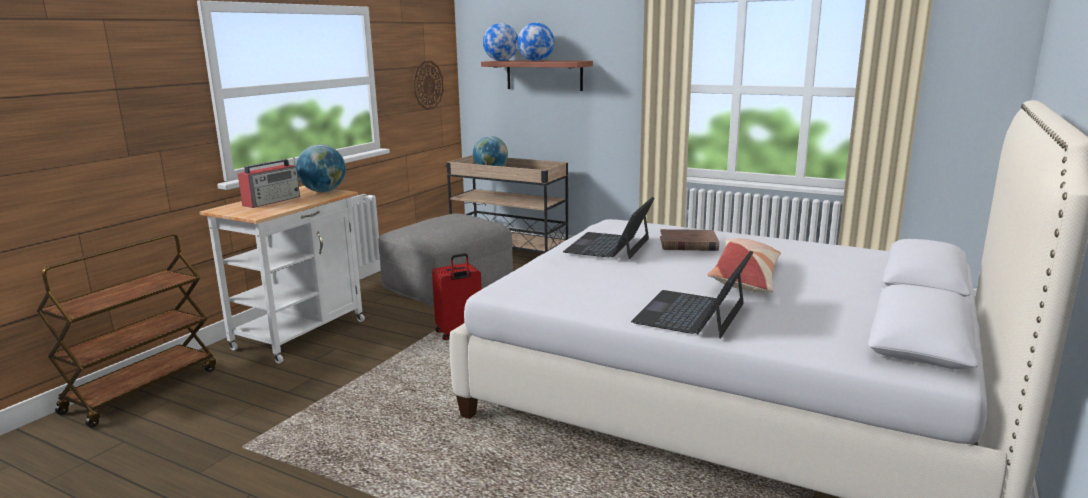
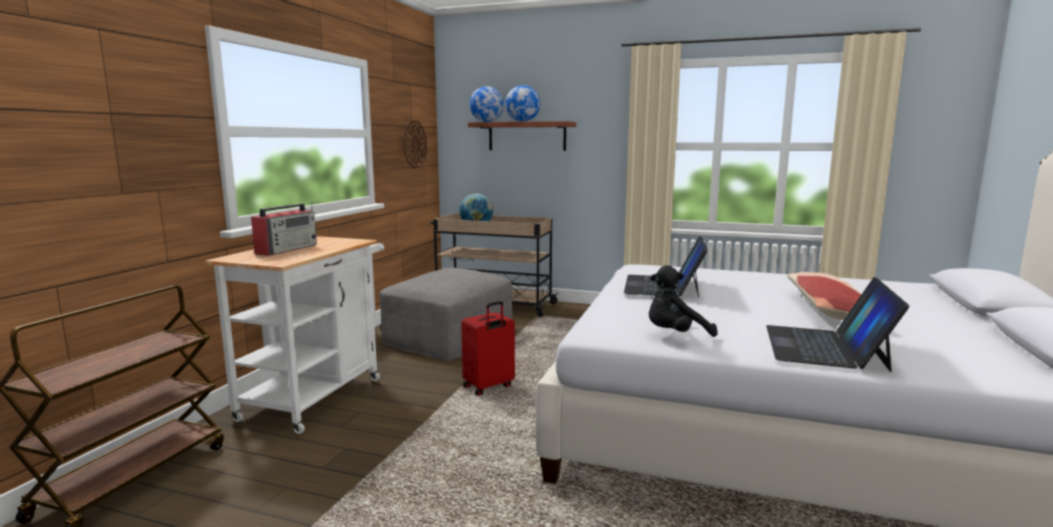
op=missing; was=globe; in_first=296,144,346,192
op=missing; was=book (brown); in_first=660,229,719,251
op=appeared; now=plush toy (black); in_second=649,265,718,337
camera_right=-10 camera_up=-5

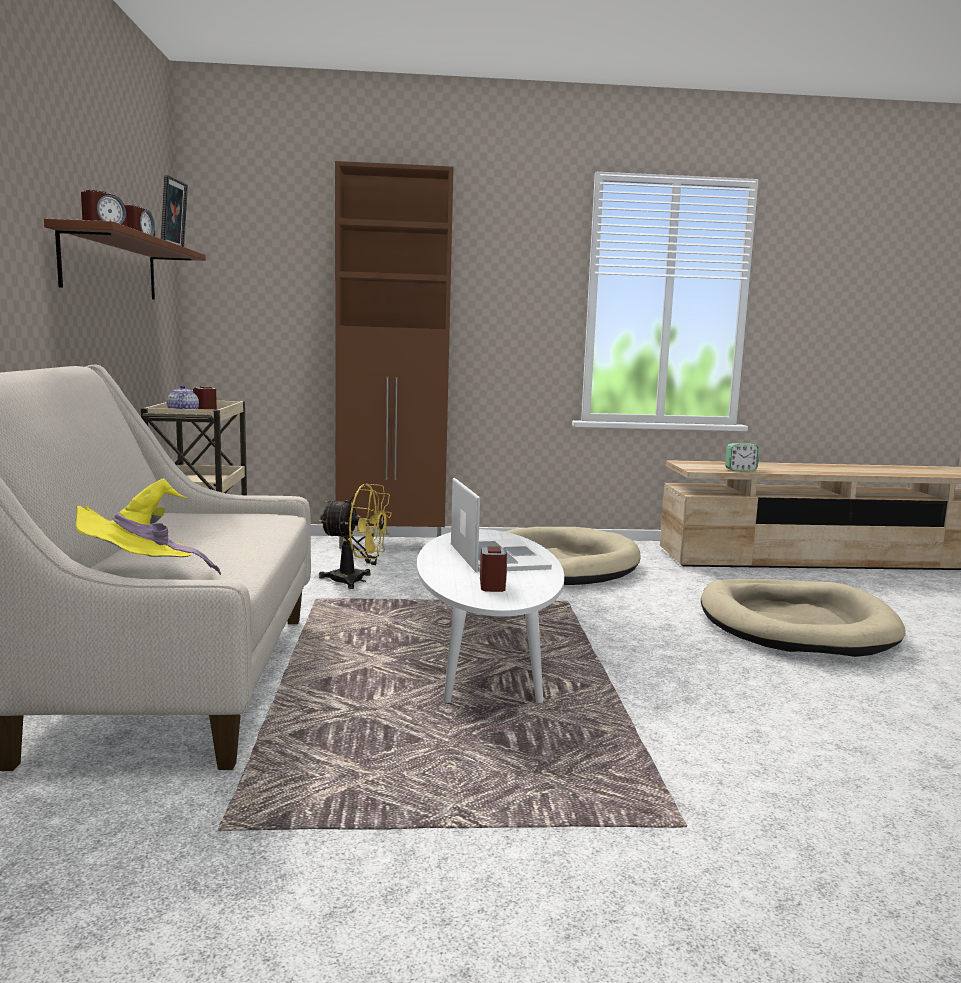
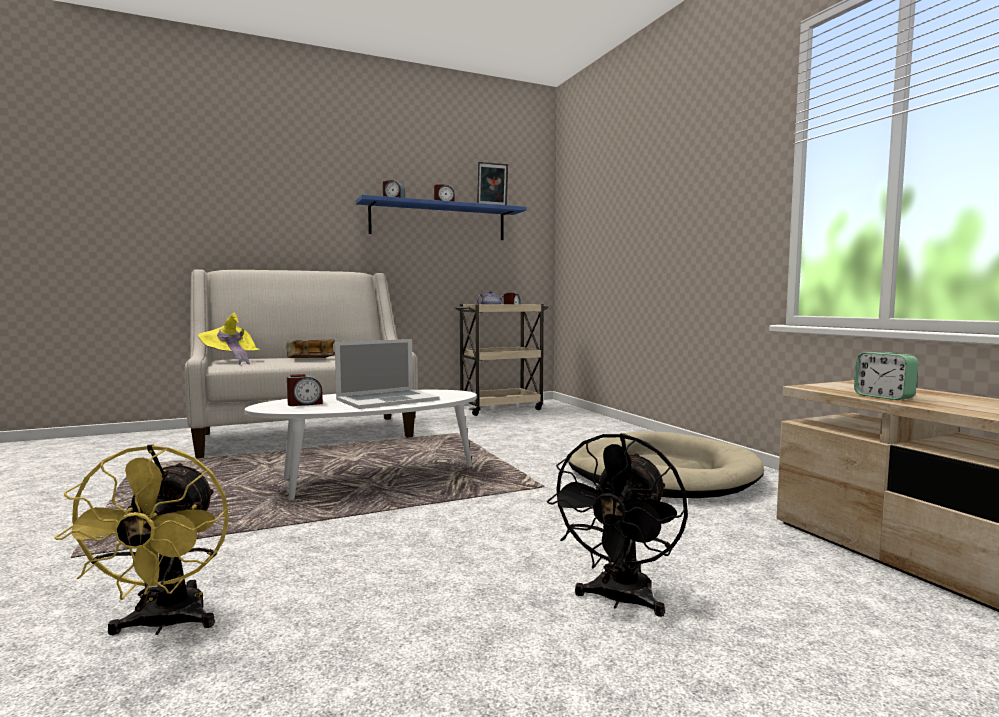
op=missing; was=cabinet (brown); in_first=335,161,453,549
op=appeared; now=book; in_second=286,339,335,358
op=relocated; was=fan (yellow); in_first=319,483,392,589; in_second=55,444,229,635
op=exchanged; was=dog bed (beige); now=fan (black); in_first=701,579,906,657; in_second=547,433,688,617
op=colour; was=shelf (brown); now=shelf (blue); in_first=44,219,206,300; in_second=356,195,526,240
camera_right=70 camera_up=-5

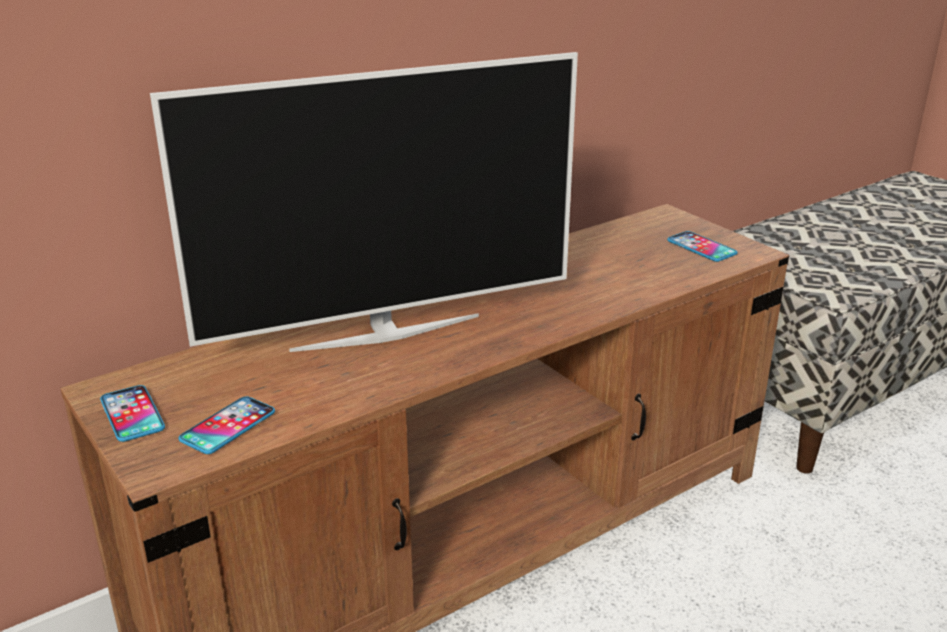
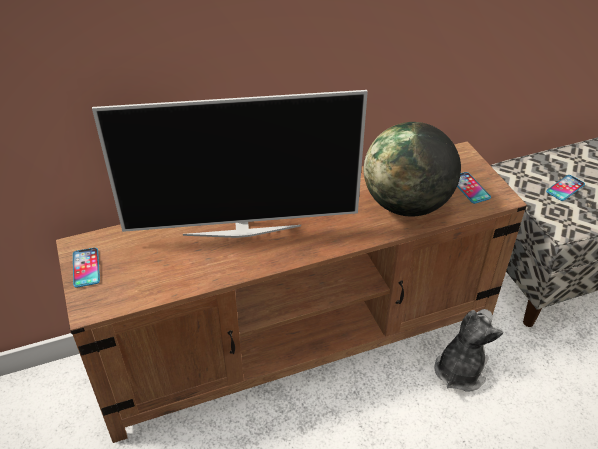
op=appeared; now=globe; in_second=364,122,461,217
op=appeared; now=plush toy; in_second=434,309,503,392
op=relocated; was=phone; in_first=179,396,275,454; in_second=546,175,585,201
camera_right=15 camera_up=15

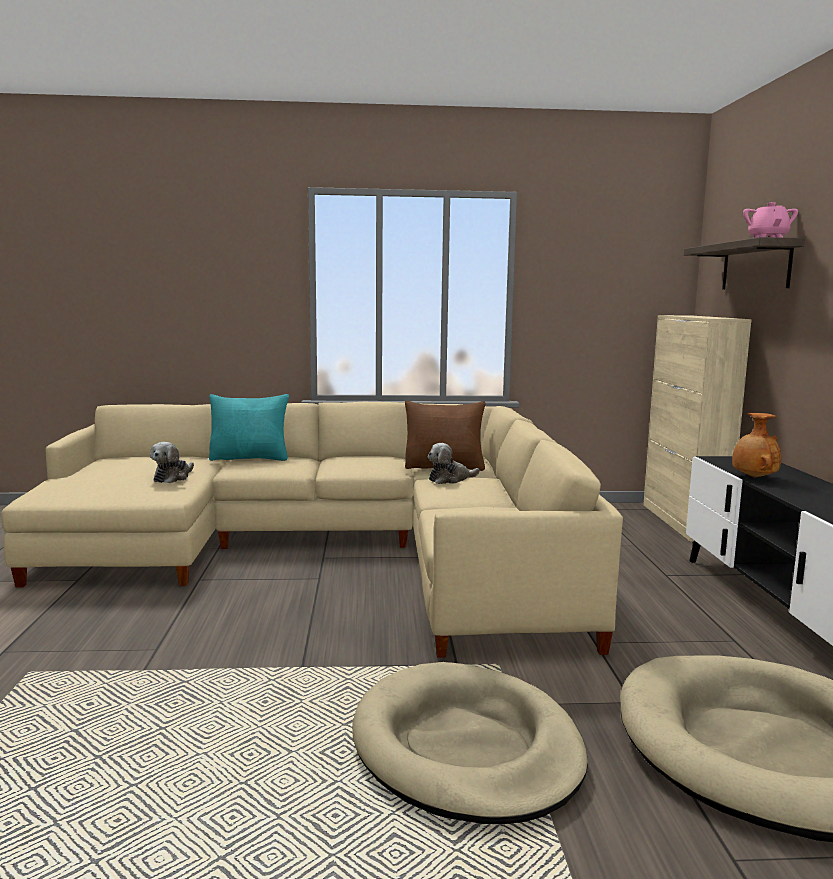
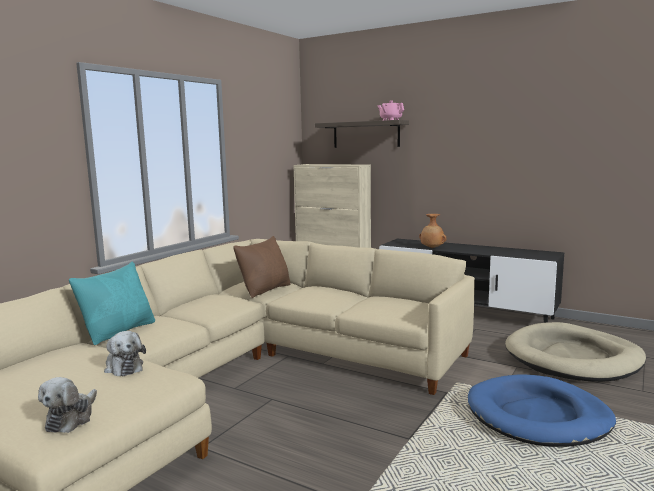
op=relocated; was=plush toy; in_first=428,443,480,484; in_second=38,377,97,433
op=colour; was=dog bed (beige); now=dog bed (blue); in_first=352,662,588,824; in_second=468,374,616,447
camera_right=-55 camera_up=0

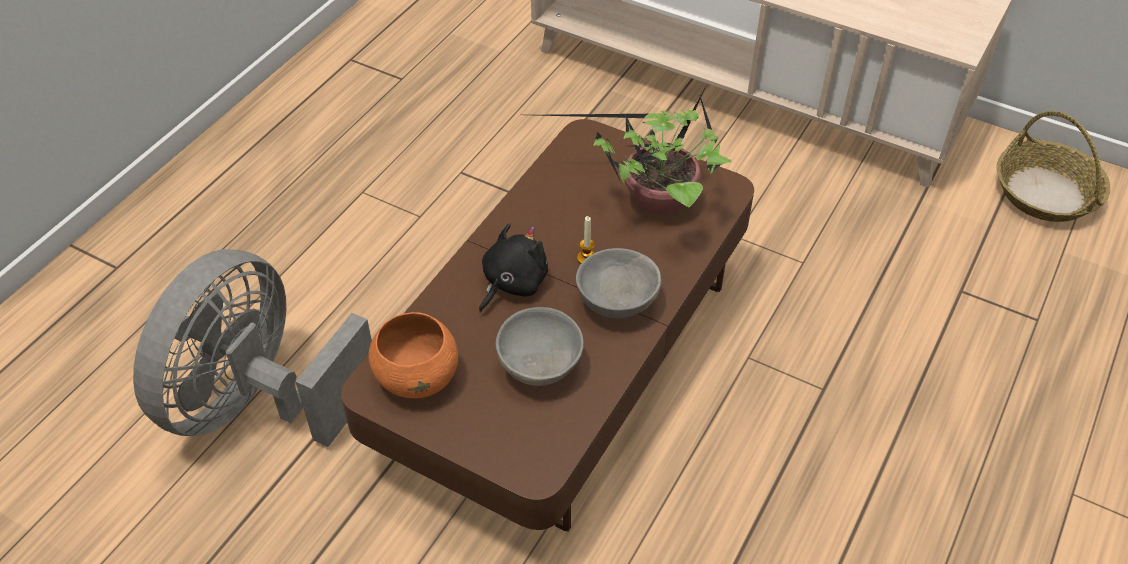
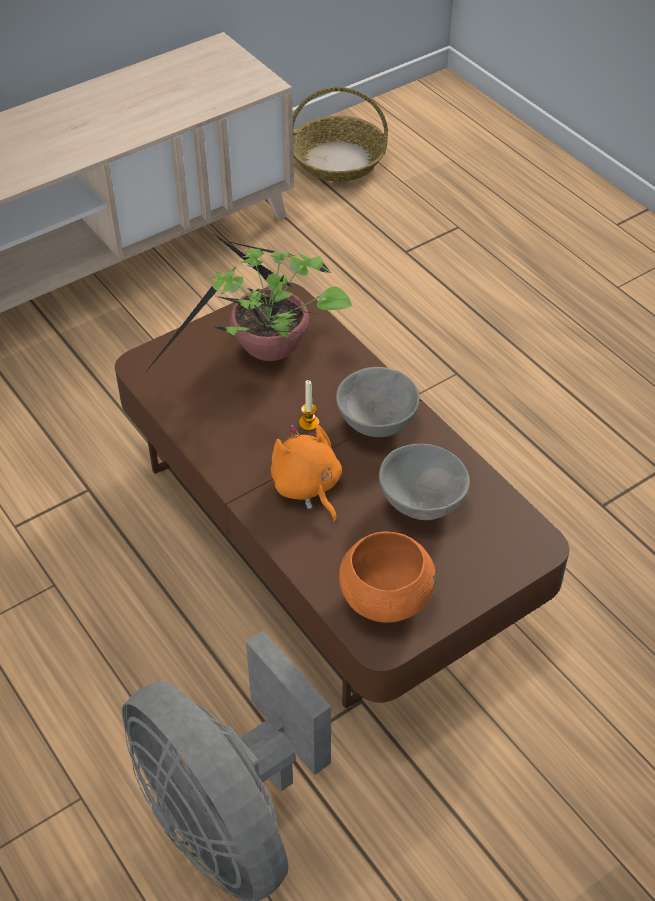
op=colour; was=plush toy (black); now=plush toy (orange); in_first=479,223,548,313; in_second=271,424,342,522
camera_right=-65 camera_up=0

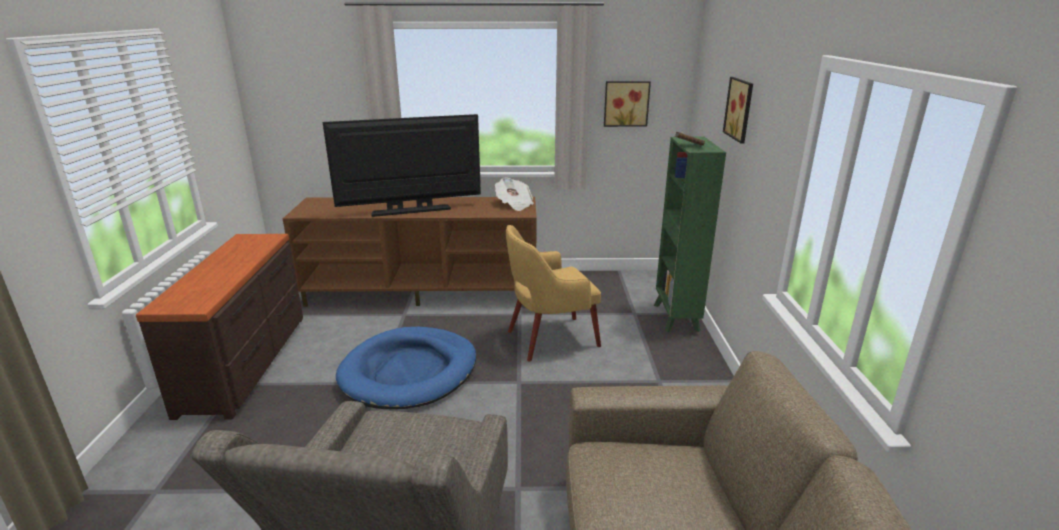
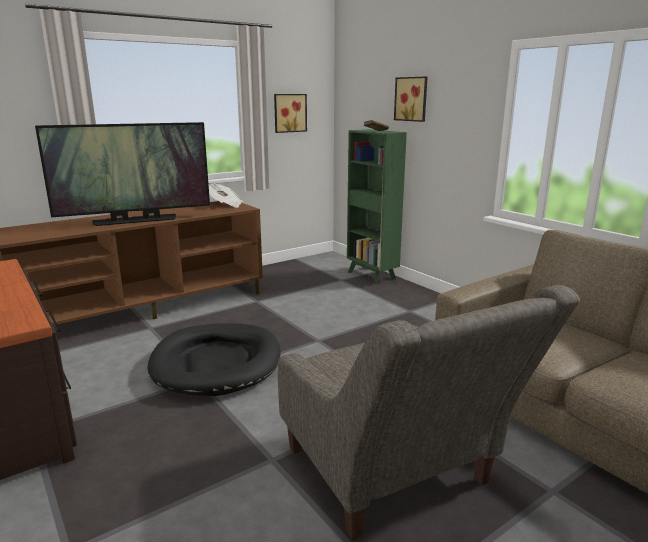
op=missing; was=armchair (yellow); in_first=506,225,601,362
op=colour; was=dog bed (blue); now=dog bed (black); in_first=336,327,476,409; in_second=148,323,281,396
op=spun; was=television; in_first=323,114,481,217; in_second=35,122,210,226; clockwise=-150
camera_right=-35 camera_up=-5

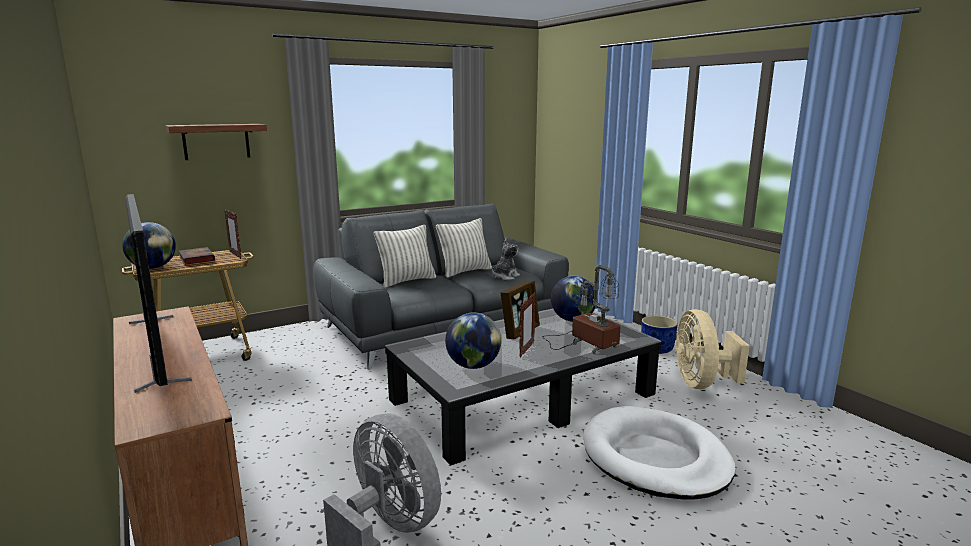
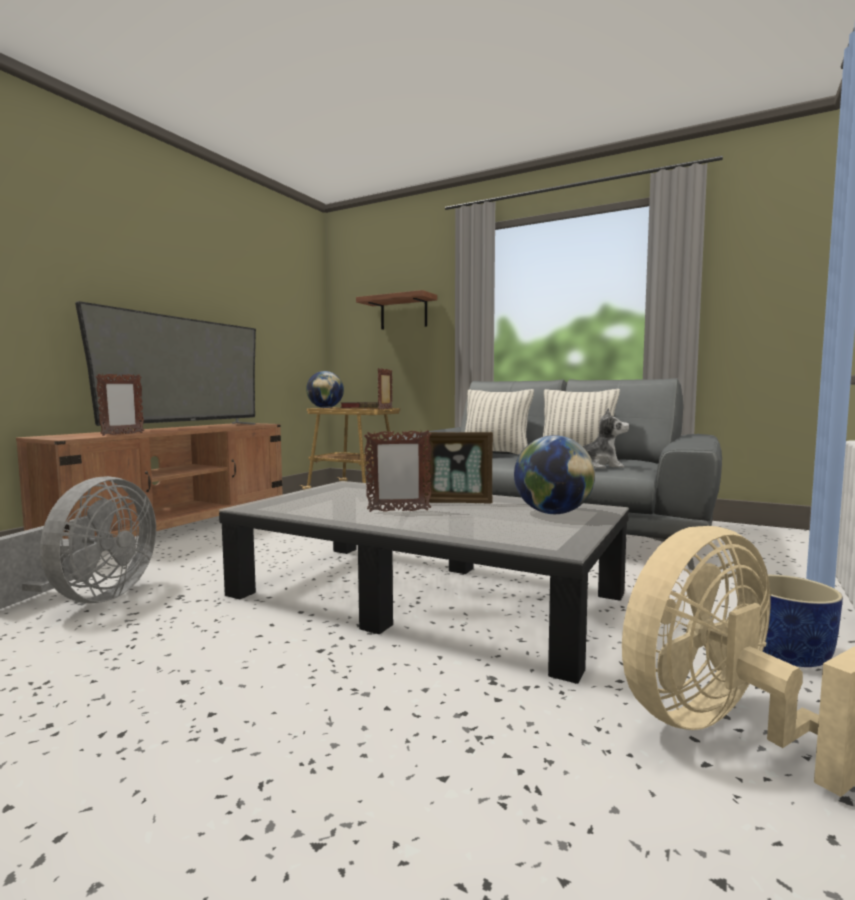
op=missing; was=globe; in_first=445,312,501,369
op=missing; was=table lamp; in_first=543,265,621,354
op=missing; was=dog bed (white); in_first=583,406,736,500
op=appeared; now=picture frame; in_second=96,374,144,436
camera_right=60 camera_up=-10

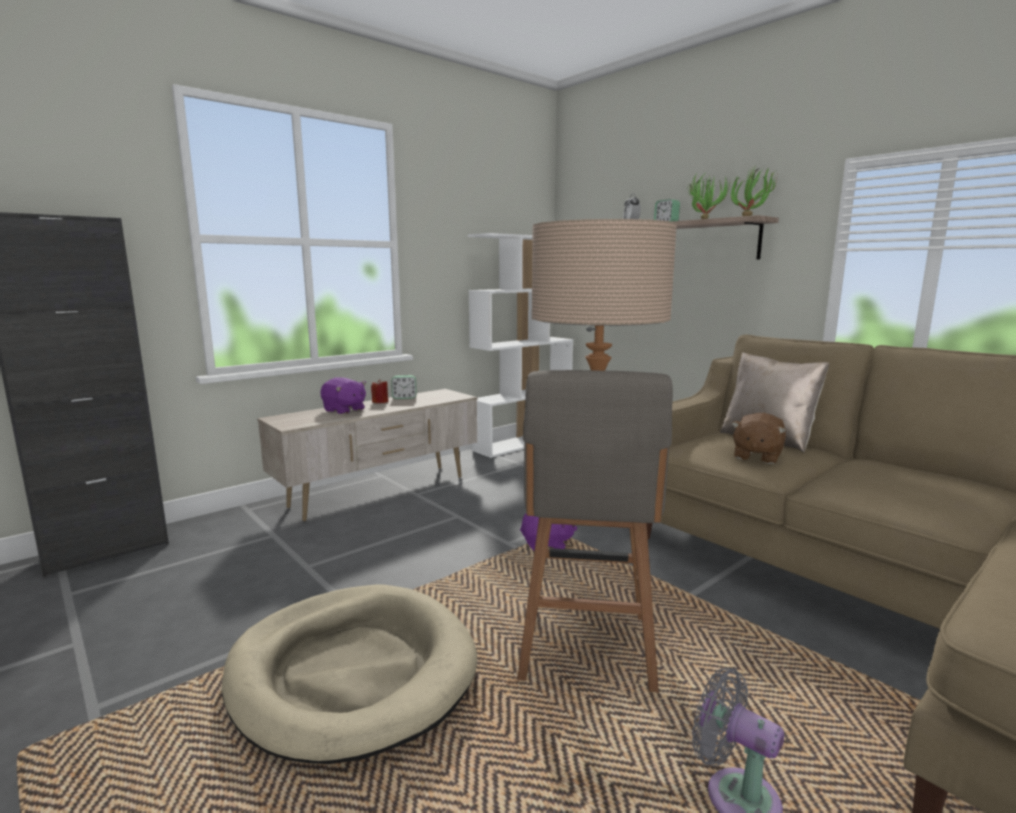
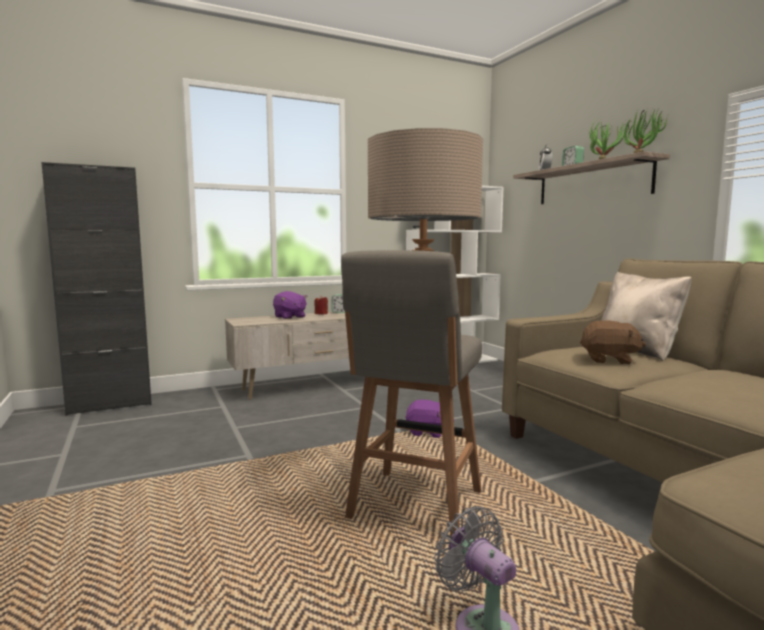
op=missing; was=dog bed (beige); in_first=222,585,477,764
op=spun; was=plush toy (brown); in_first=731,413,787,464; in_second=580,320,646,365; clockwise=-120
camera_right=15 camera_up=-5

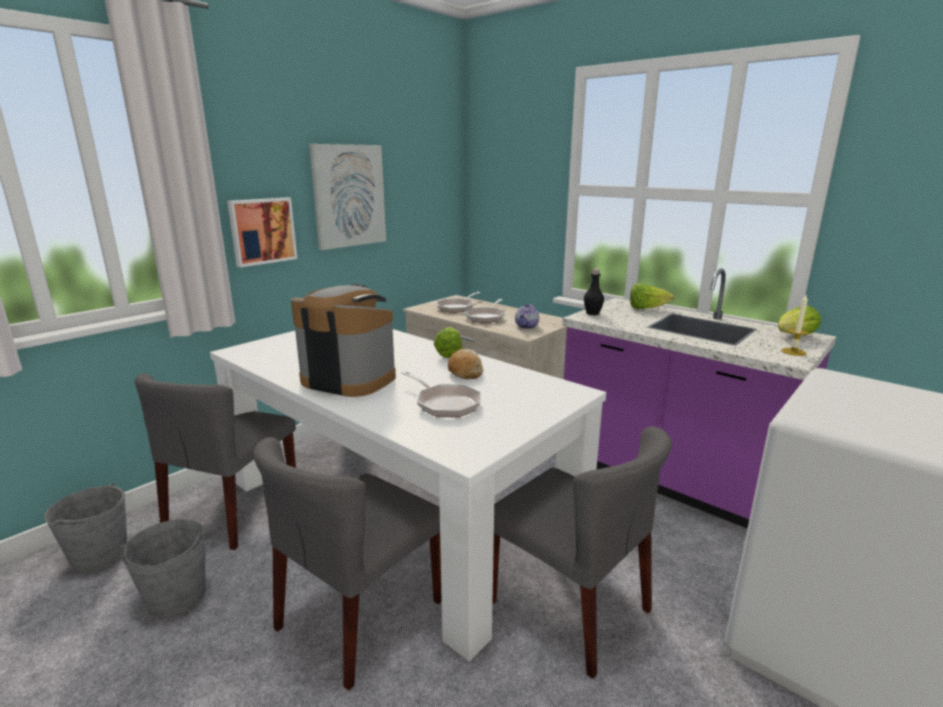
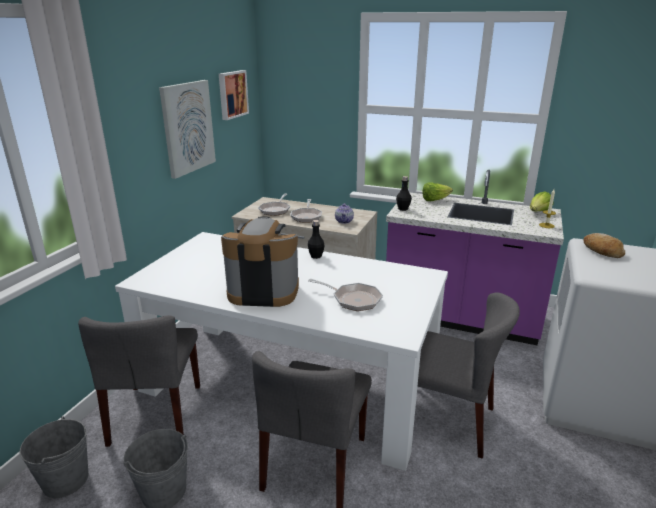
op=relocated; was=picture; in_first=227,198,297,267; in_second=219,70,249,120
op=relocated; was=bread; in_first=448,349,484,379; in_second=583,233,625,258
op=exchanged; was=lettuce; now=bottle (black); in_first=434,327,462,358; in_second=308,220,325,259
camera_right=-20 camera_up=5

